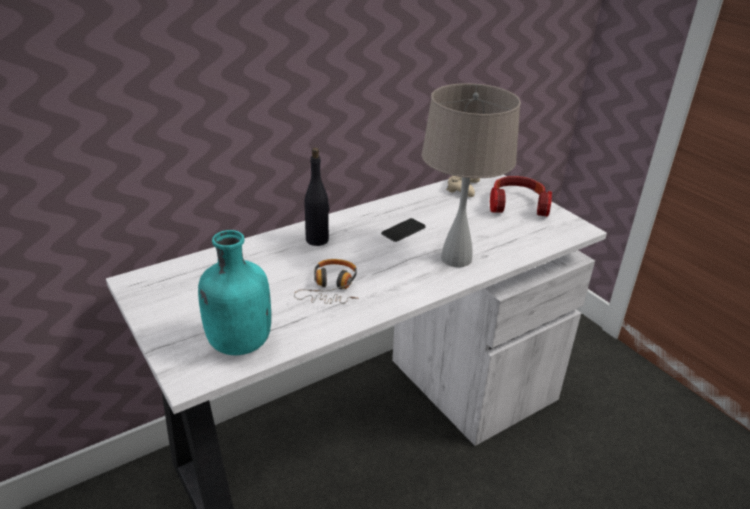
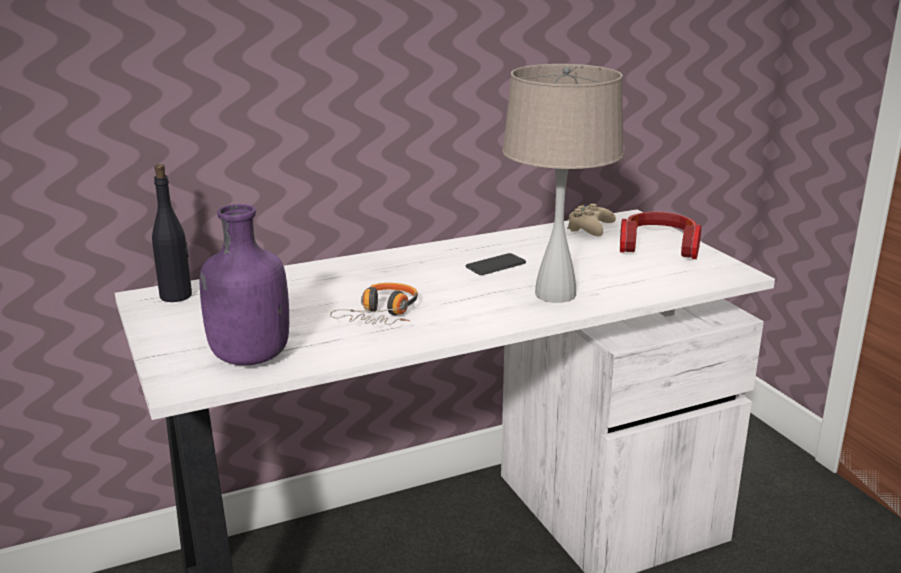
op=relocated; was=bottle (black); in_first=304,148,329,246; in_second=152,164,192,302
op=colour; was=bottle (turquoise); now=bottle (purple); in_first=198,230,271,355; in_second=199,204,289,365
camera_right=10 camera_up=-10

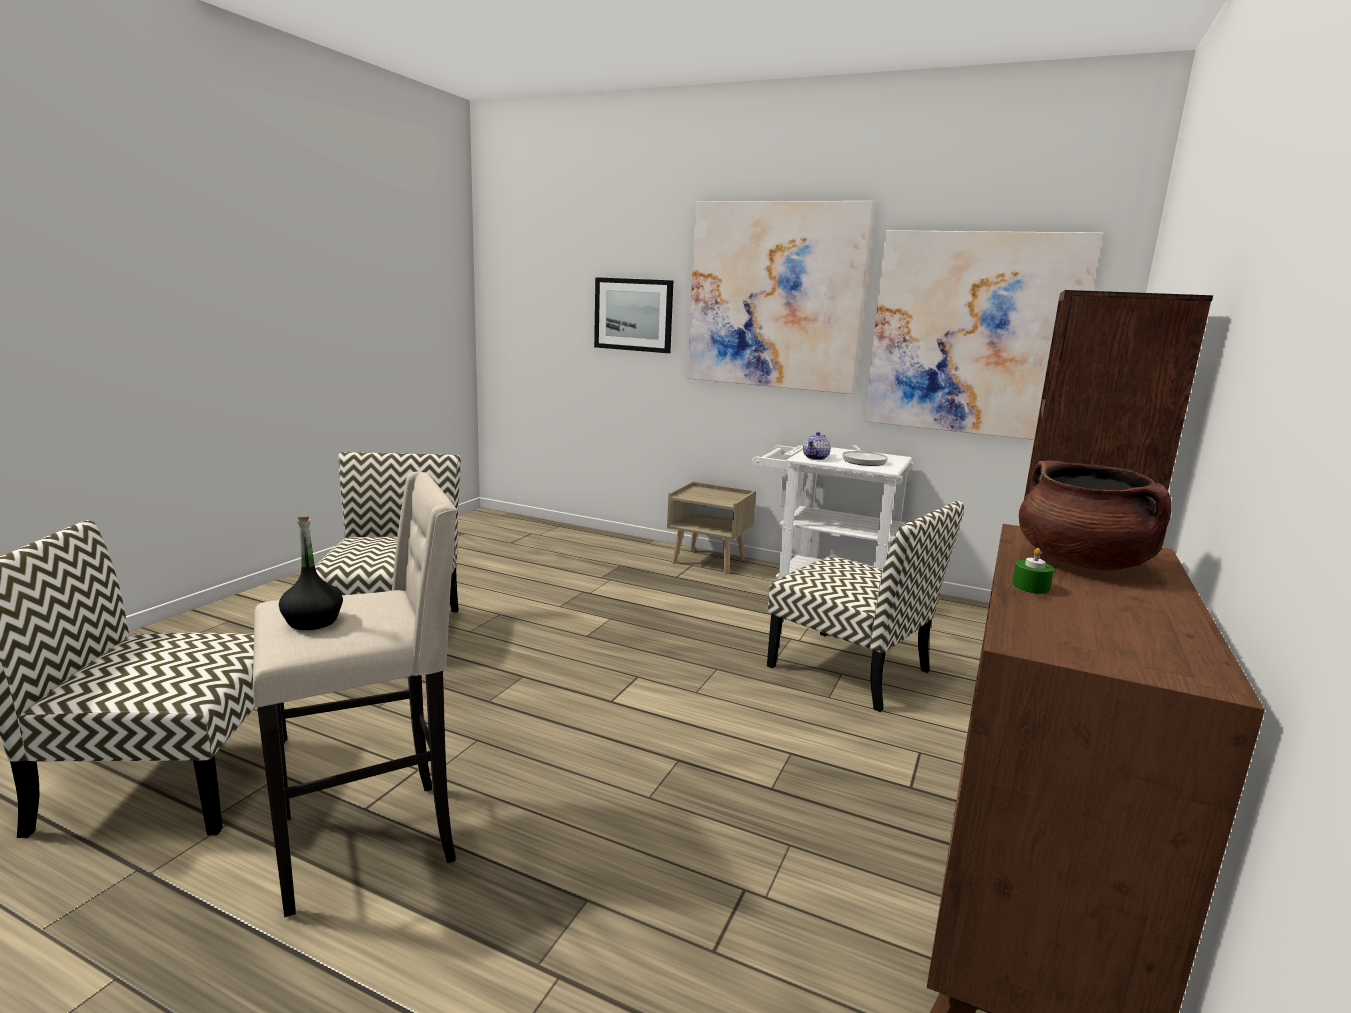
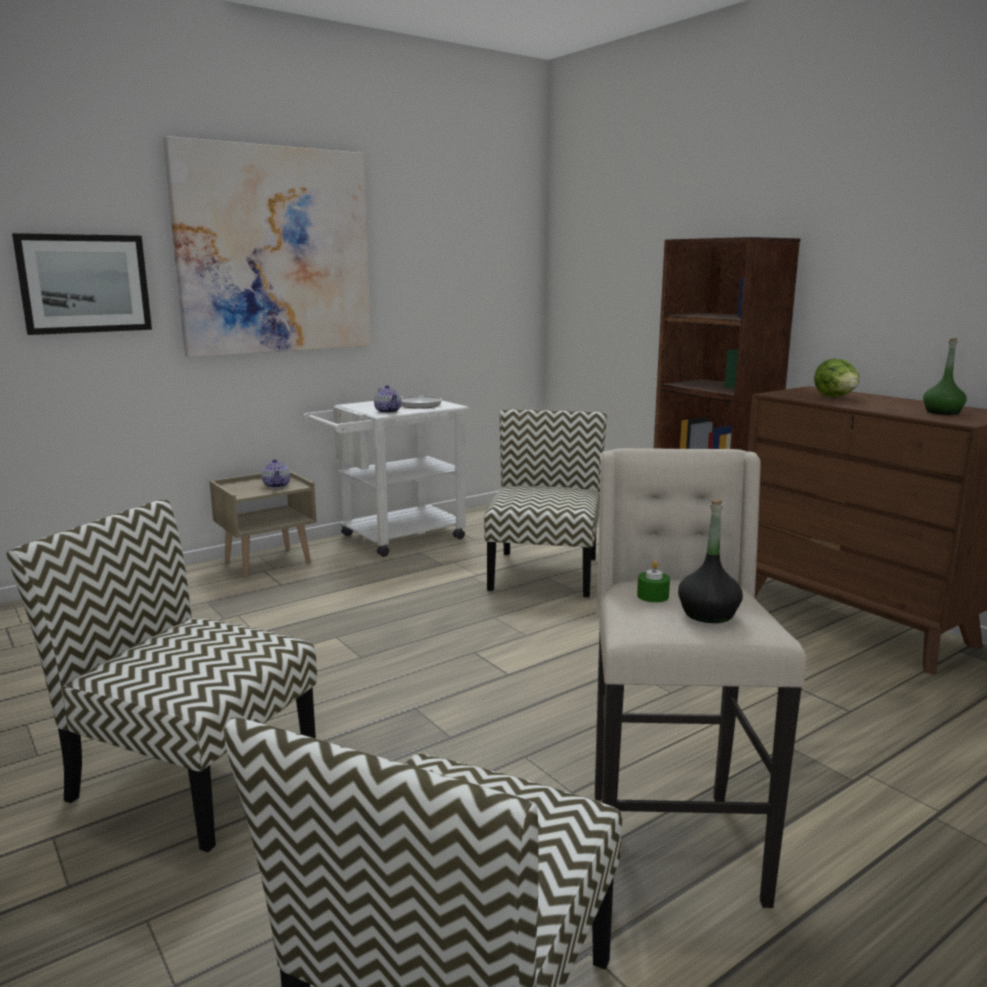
op=missing; was=picture; in_first=864,230,1103,440
op=appeared; now=teapot; in_second=261,459,291,488
op=appeared; now=bottle (green); in_second=923,338,967,415
op=relocated; was=candle (green); in_first=1012,548,1054,594; in_second=637,561,670,603
op=exchanged; was=cooking pot (brown); now=lettuce; in_first=1019,461,1172,571; in_second=814,358,859,397
op=spun; was=chair; in_first=767,501,964,712; in_second=484,409,607,597; clockwise=-60
camera_right=-60 camera_up=0

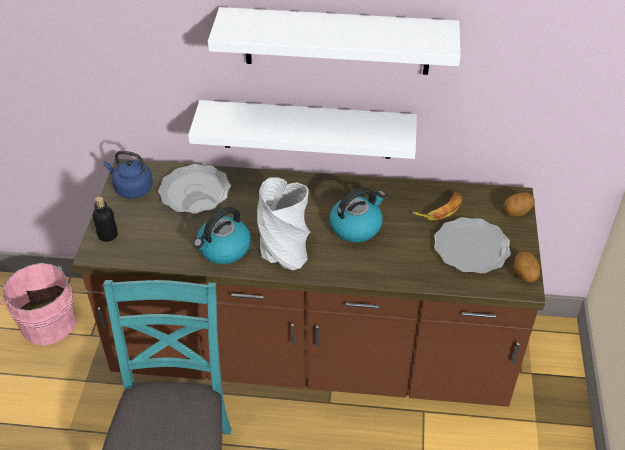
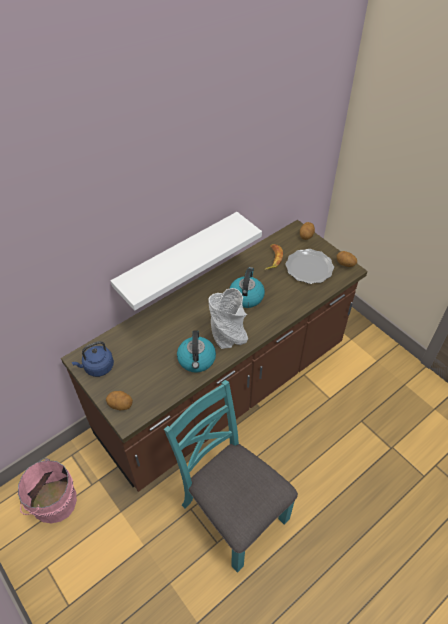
op=missing; was=plate; in_first=158,164,231,214
op=missing; was=shelf (white); in_first=208,7,460,75
op=exchanged; was=bottle; now=potato; in_first=93,196,118,242; in_second=106,391,133,410
camera_right=-45 camera_up=5

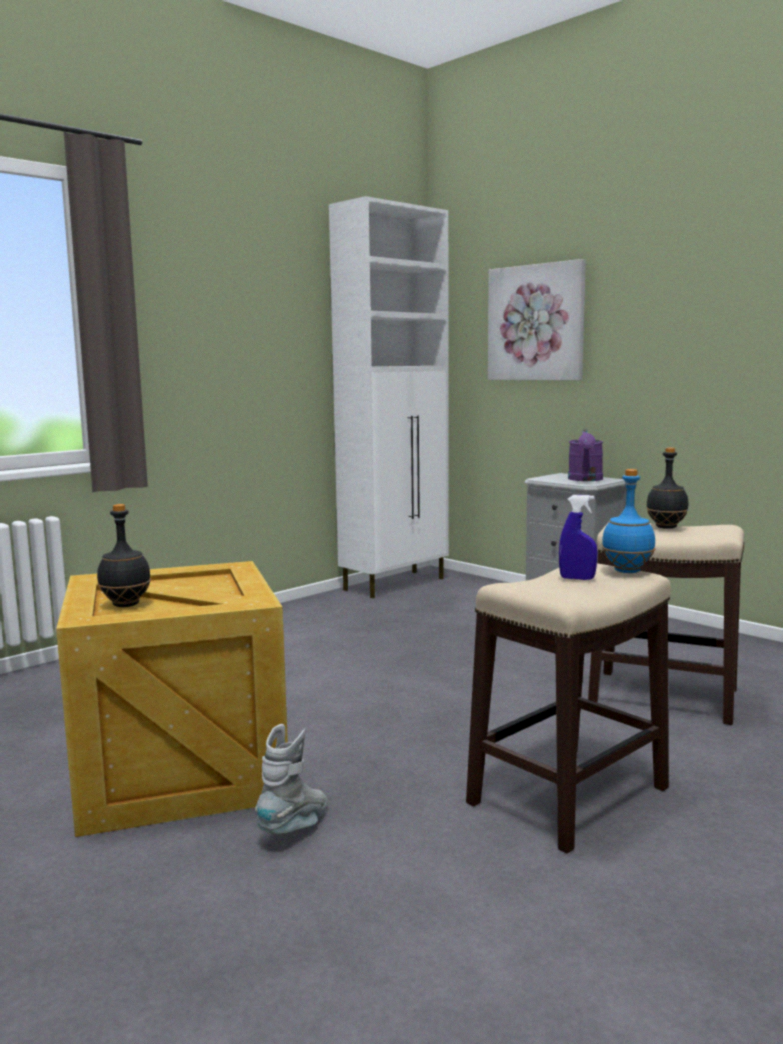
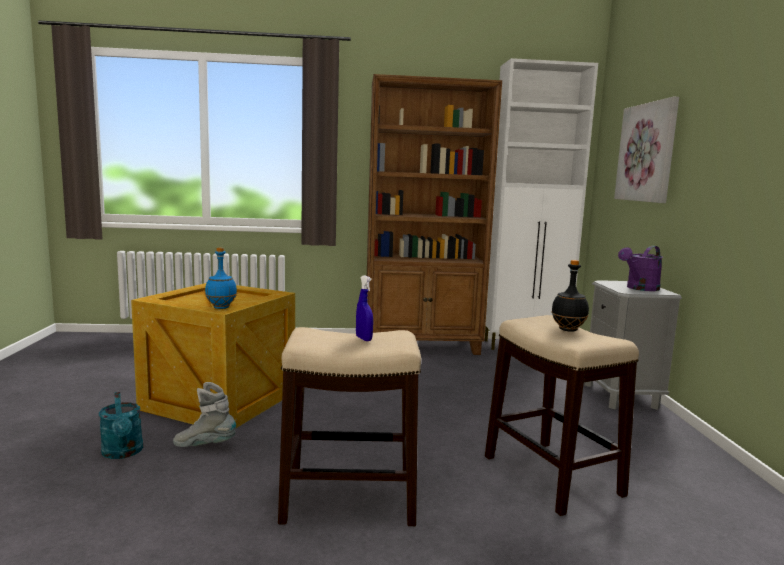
op=missing; was=bottle (black); in_first=97,504,151,607
op=appeared; now=watering can (turquoise); in_second=99,392,143,459
op=appeared; now=bookcase (brown); in_second=367,74,502,355
op=relocated; was=bottle (blue); in_first=602,469,655,573; in_second=205,247,237,309
op=spun; was=boot (grey); in_first=255,724,327,834; in_second=173,382,236,447; clockwise=-150
camera_right=40 camera_up=0

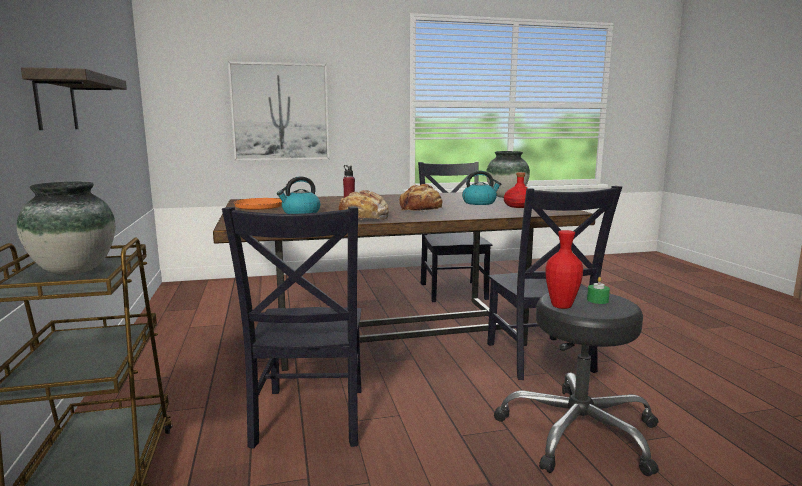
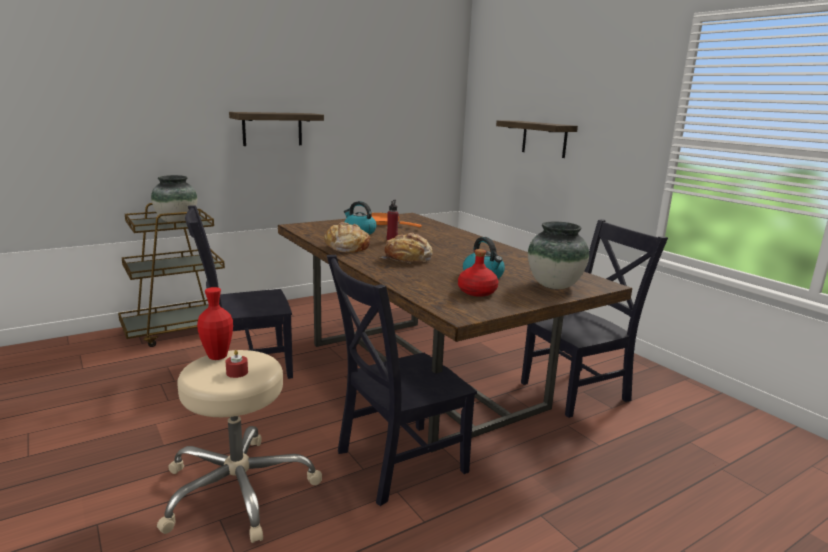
op=exchanged; was=picture; now=shelf; in_first=228,61,329,161; in_second=496,120,578,158
op=colour; was=stool (black); now=stool (beige); in_first=494,290,659,476; in_second=157,350,322,543
op=colour; was=candle (green); now=candle (red); in_first=587,277,610,304; in_second=226,350,248,378
camera_right=70 camera_up=5

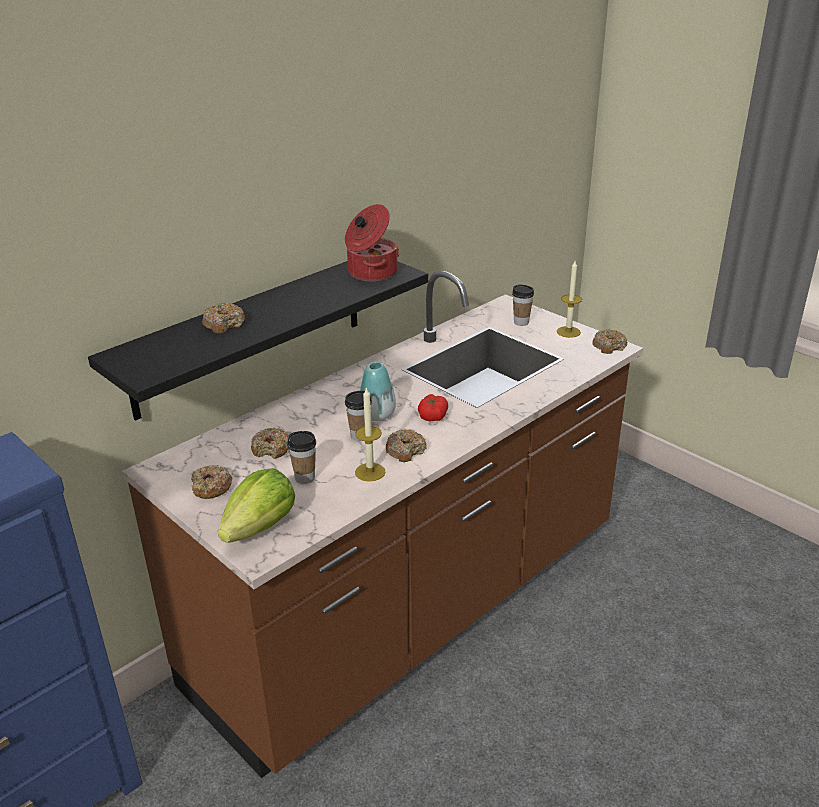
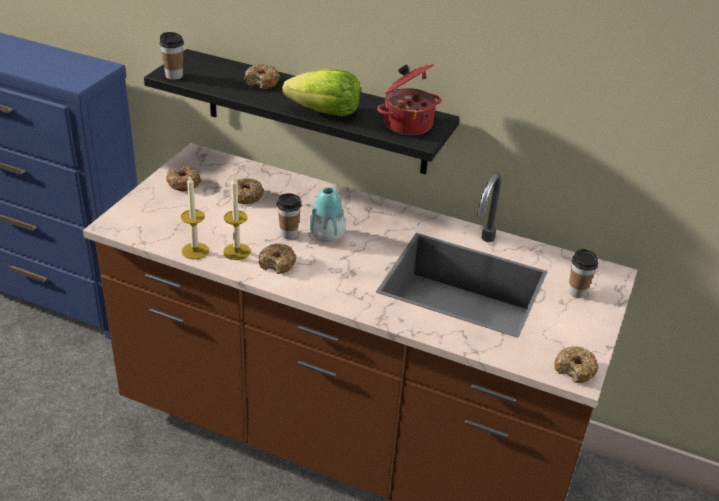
op=missing; was=tomato; in_first=418,394,448,422
op=relocated; was=lettuce; in_first=218,468,295,543; in_second=282,69,361,116
op=relocated; was=cup; in_first=287,431,316,484; in_second=159,32,184,80
op=relocated; was=candle; in_first=557,261,582,338; in_second=181,176,209,259
camera_right=65 camera_up=5

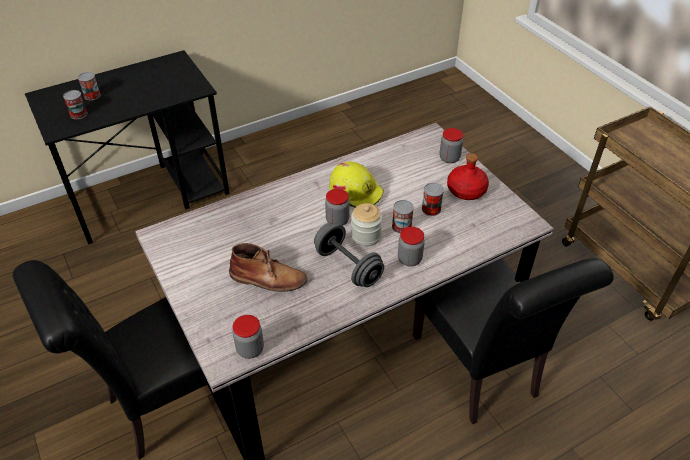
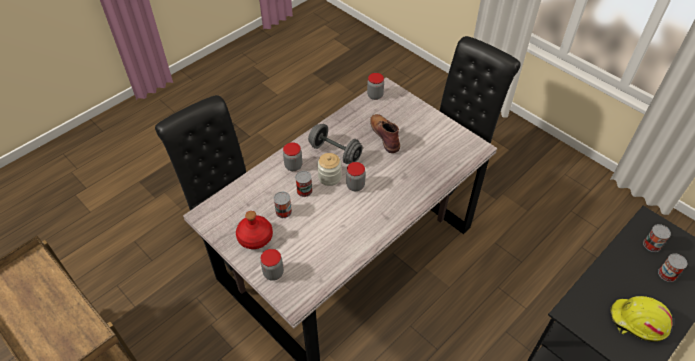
op=relocated; was=hard hat (yellow); in_first=329,162,384,208; in_second=610,296,672,342
op=spun; was=boot (brown); in_first=229,243,308,292; in_second=370,114,400,153; clockwise=75
camera_right=165 camera_up=5

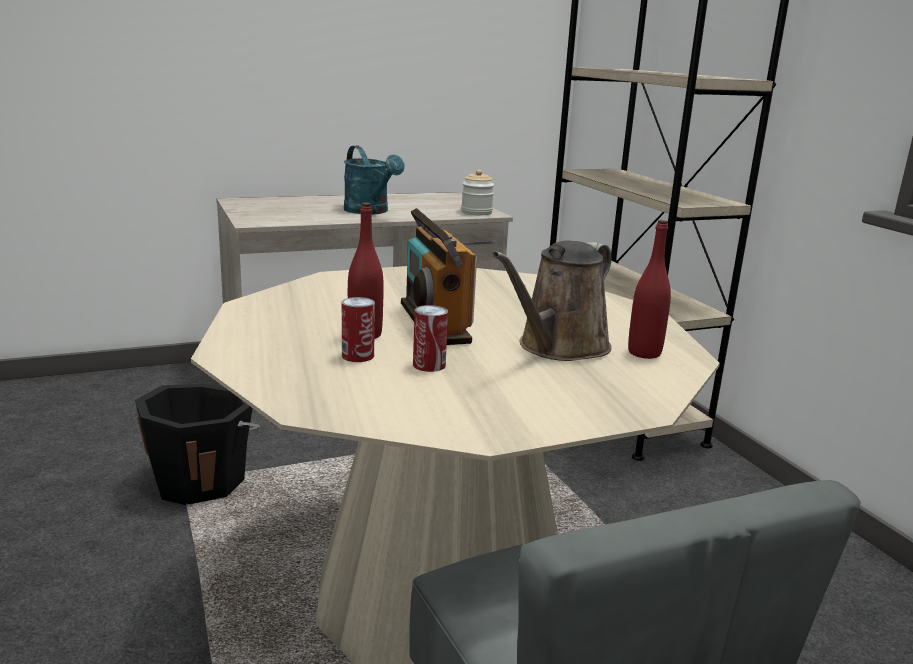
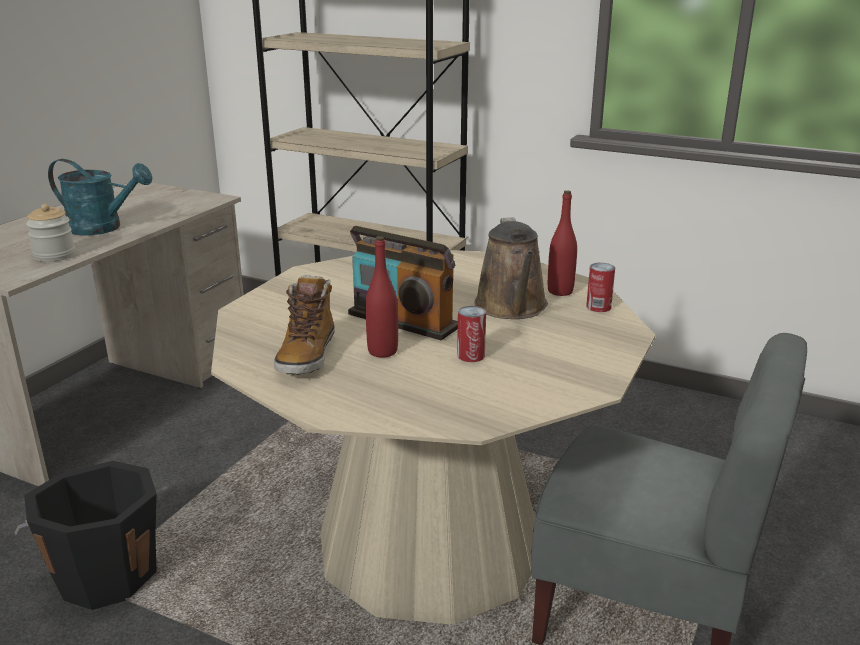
op=appeared; now=boot; in_second=274,274,335,375
op=relocated; was=can; in_first=342,297,375,362; in_second=586,263,615,312
op=relocated; was=jar; in_first=461,169,494,215; in_second=26,204,75,262
camera_right=-40 camera_up=5

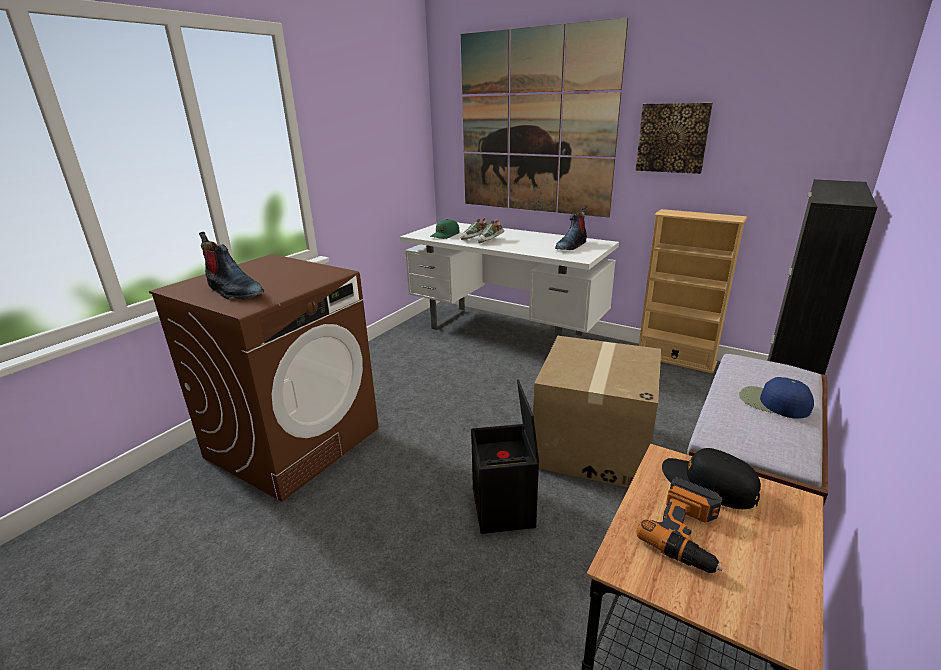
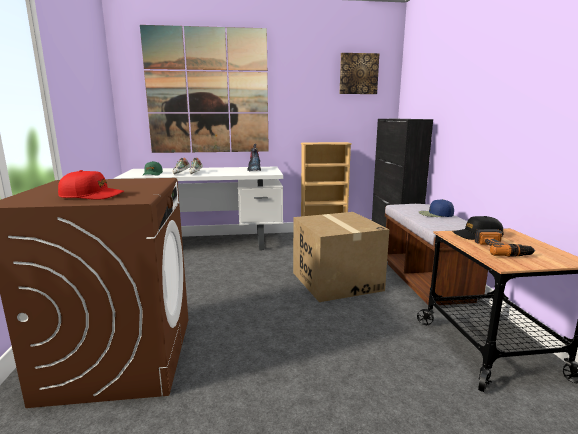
op=missing; was=storage box (black); in_first=471,379,539,534
op=relocated; was=picture; in_first=636,103,713,174; in_second=340,53,379,94
op=exchanged; was=boot; now=cap (red); in_first=199,232,264,300; in_second=58,170,124,200
camera_right=-40 camera_up=-10

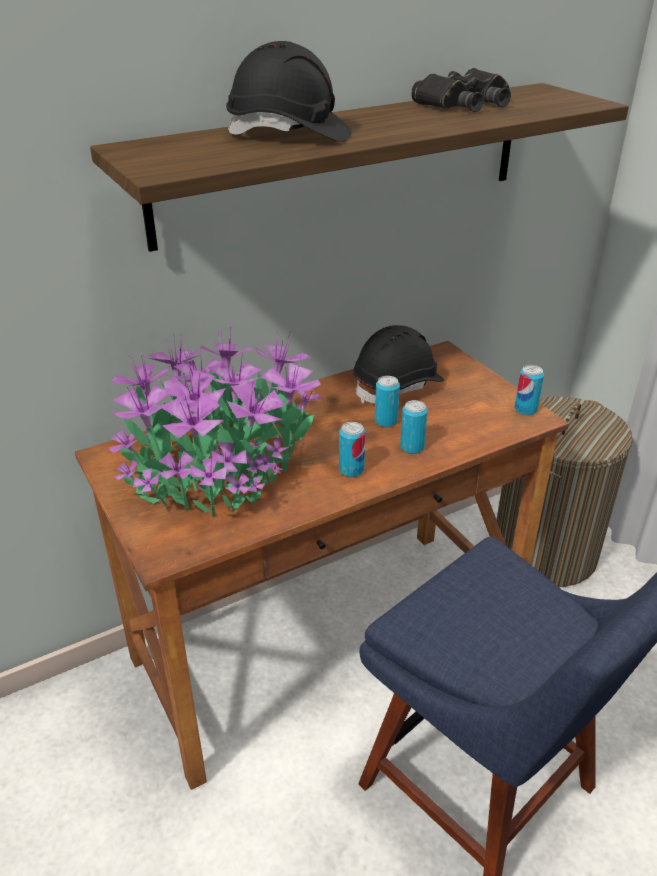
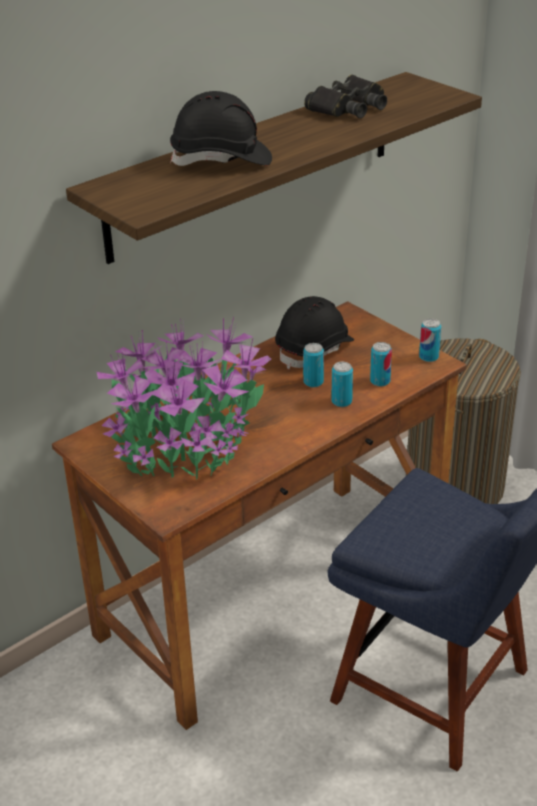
op=relocated; was=can; in_first=339,422,366,477; in_second=370,342,392,387
camera_right=-10 camera_up=0

